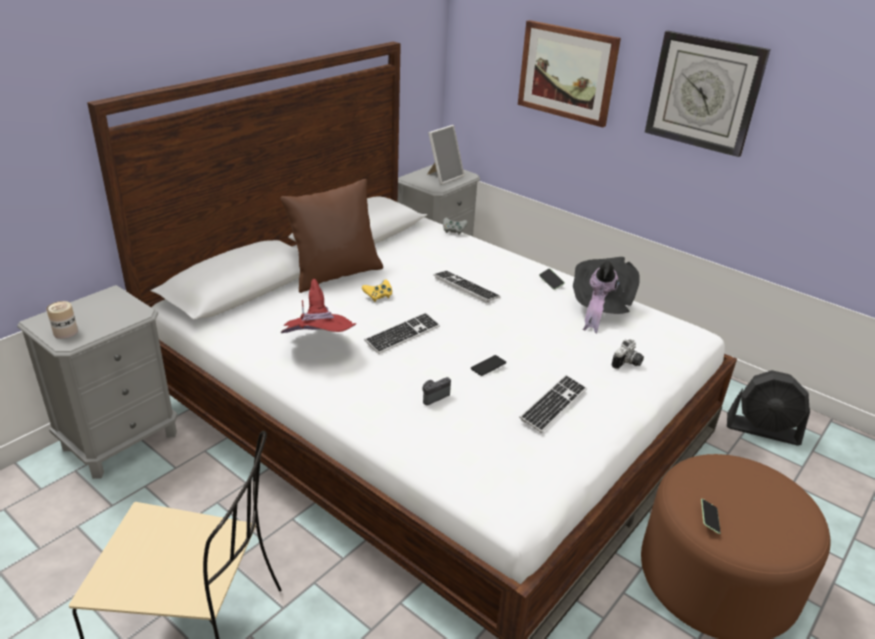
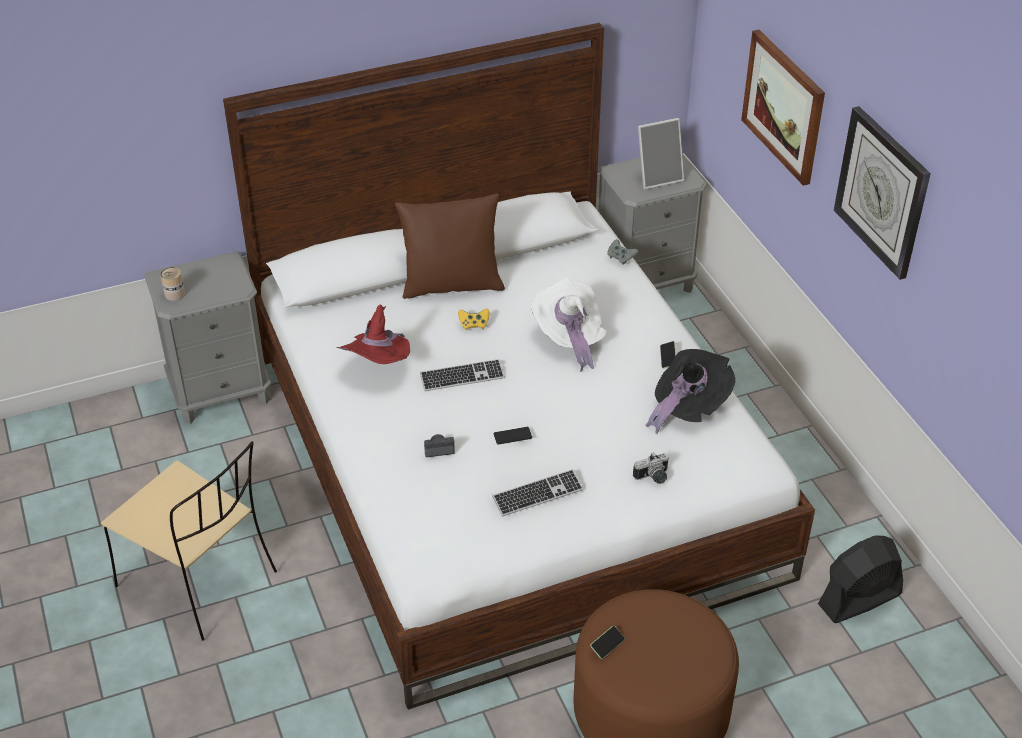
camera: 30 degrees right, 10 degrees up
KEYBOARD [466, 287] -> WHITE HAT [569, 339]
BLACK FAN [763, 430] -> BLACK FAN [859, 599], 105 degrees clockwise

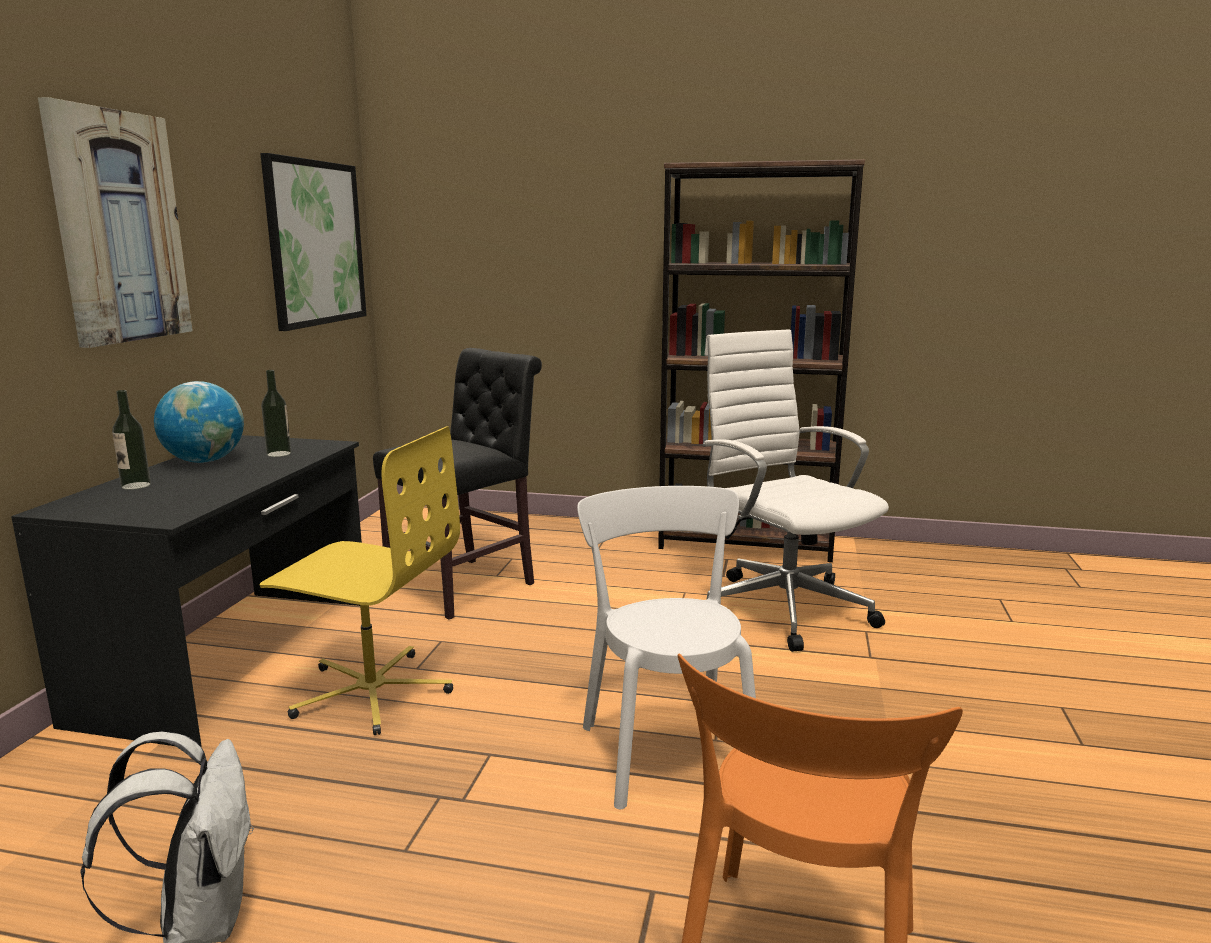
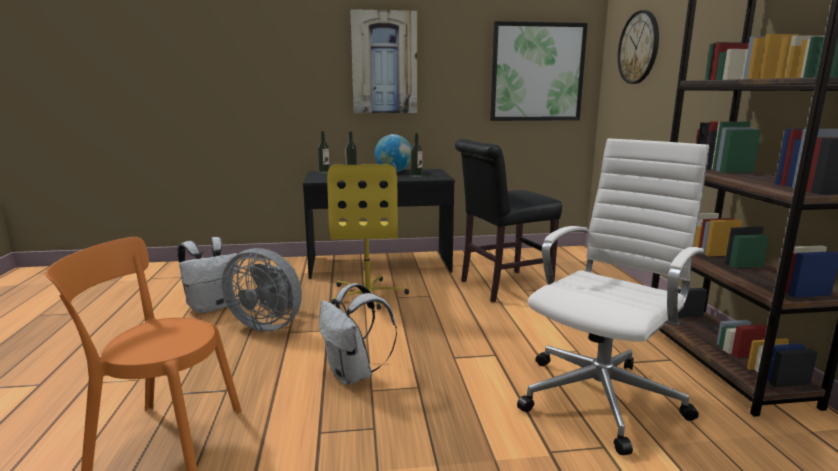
camera: 70 degrees right, 0 degrees up
BLACK CHAIR [468, 585] -> BLACK CHAIR [501, 287], 135 degrees clockwise
WHITE CHAIR [666, 748] -> WHITE BACKPACK [353, 375]
none -> WALL CLOCK [638, 47]
none -> BOTTLE [324, 172]
none -> GREY FAN [268, 324]

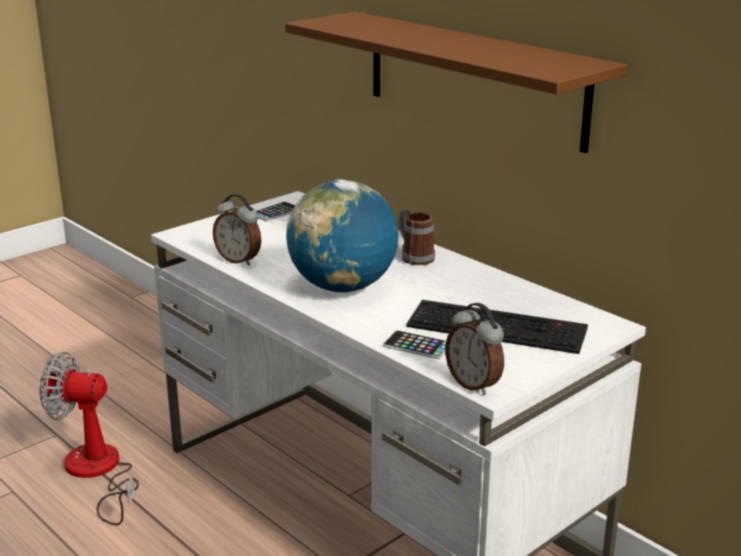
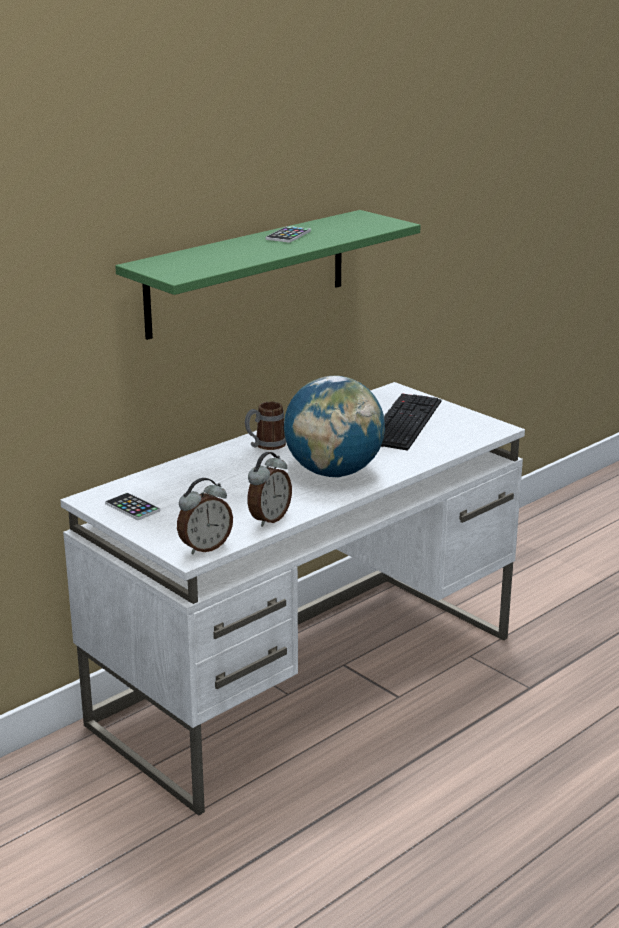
camera: 90 degrees left, 0 degrees up
BROWN SHELF [473, 78] -> GREEN SHELF [247, 273]
ALARM CLOCK [474, 384] -> ALARM CLOCK [205, 547], move
PHONE [417, 346] -> PHONE [288, 235], move
FAN [98, 473] -> none

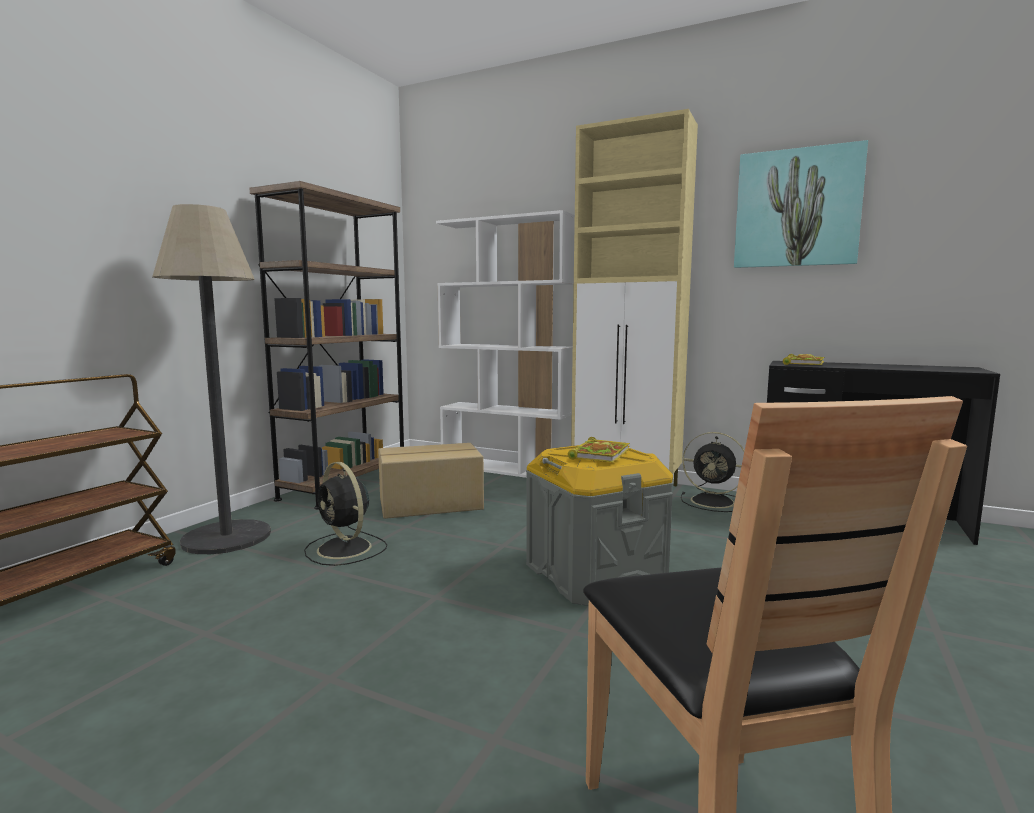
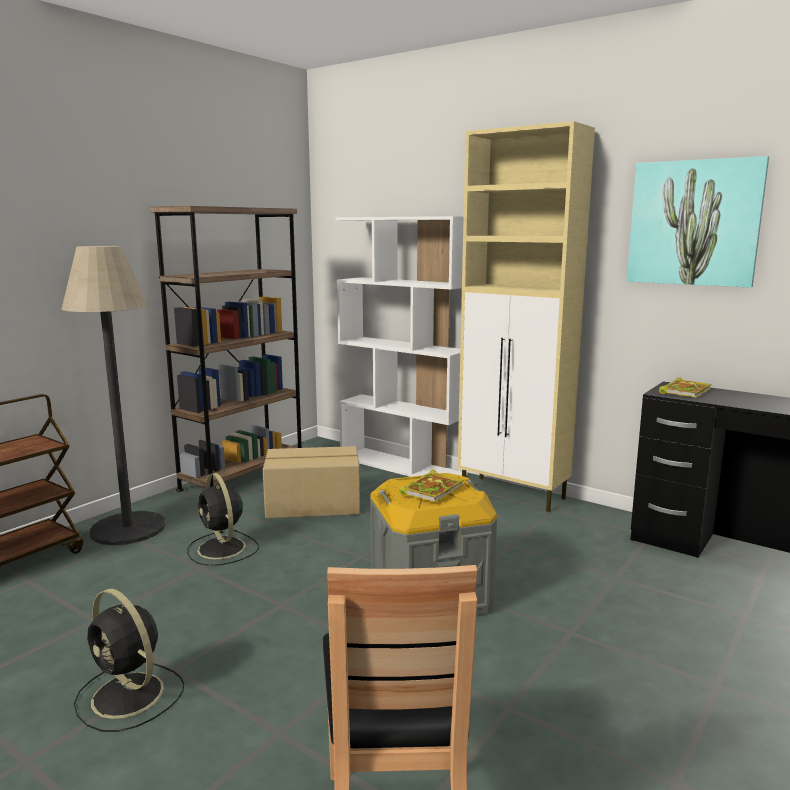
camera: 10 degrees right, 5 degrees up
BLACK FAN [714, 502] -> BLACK FAN [130, 696], move

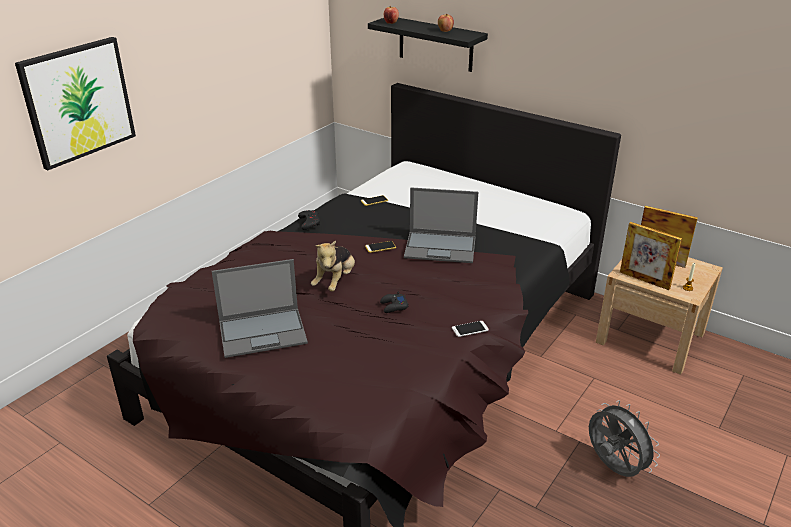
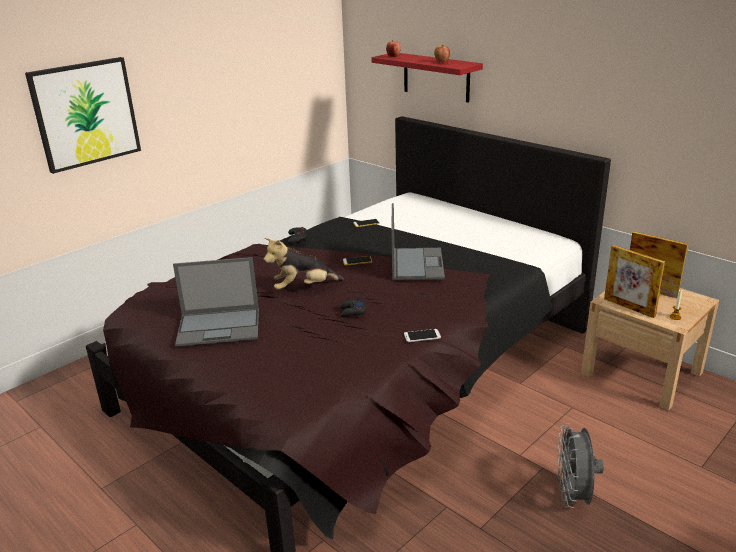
camera: 10 degrees right, 5 degrees down
BLACK SHELF [435, 44] -> RED SHELF [436, 77]
LAPTOP [441, 247] -> LAPTOP [416, 263], 105 degrees counterclockwise
PLUSH TOY [335, 281] -> PLUSH TOY [303, 288], 45 degrees clockwise
GREY FAN [613, 468] -> GREY FAN [573, 497], 150 degrees counterclockwise

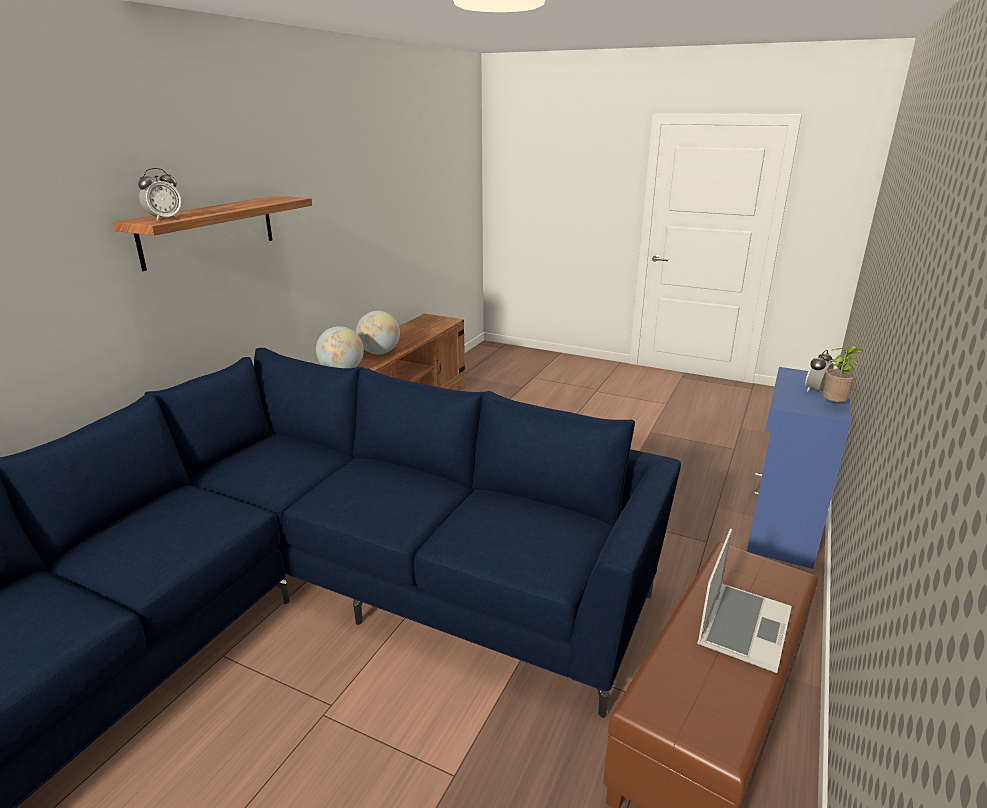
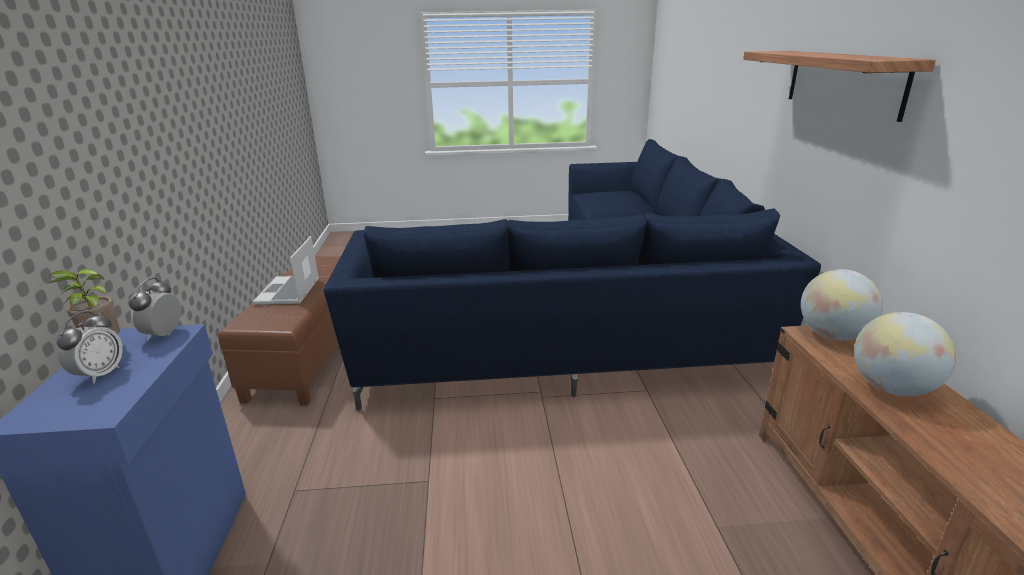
camera: 150 degrees right, 0 degrees up
ALARM CLOCK [164, 219] -> ALARM CLOCK [163, 334], move

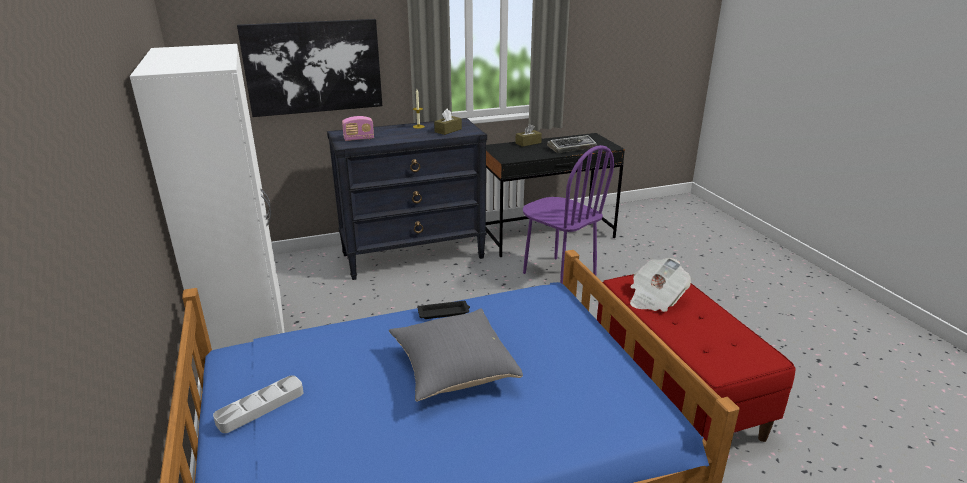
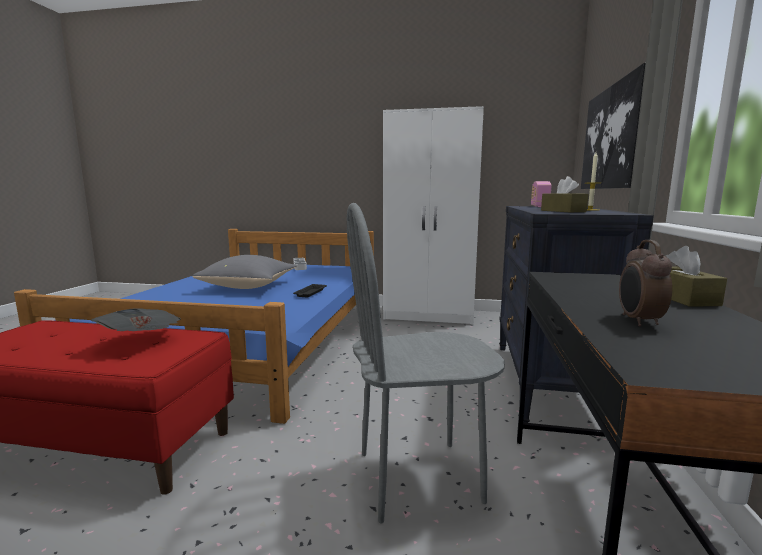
camera: 120 degrees right, 15 degrees down
KEYBOARD [572, 148] -> ALARM CLOCK [638, 321]
PURPLE CHAIR [558, 275] -> GREY CHAIR [419, 477]

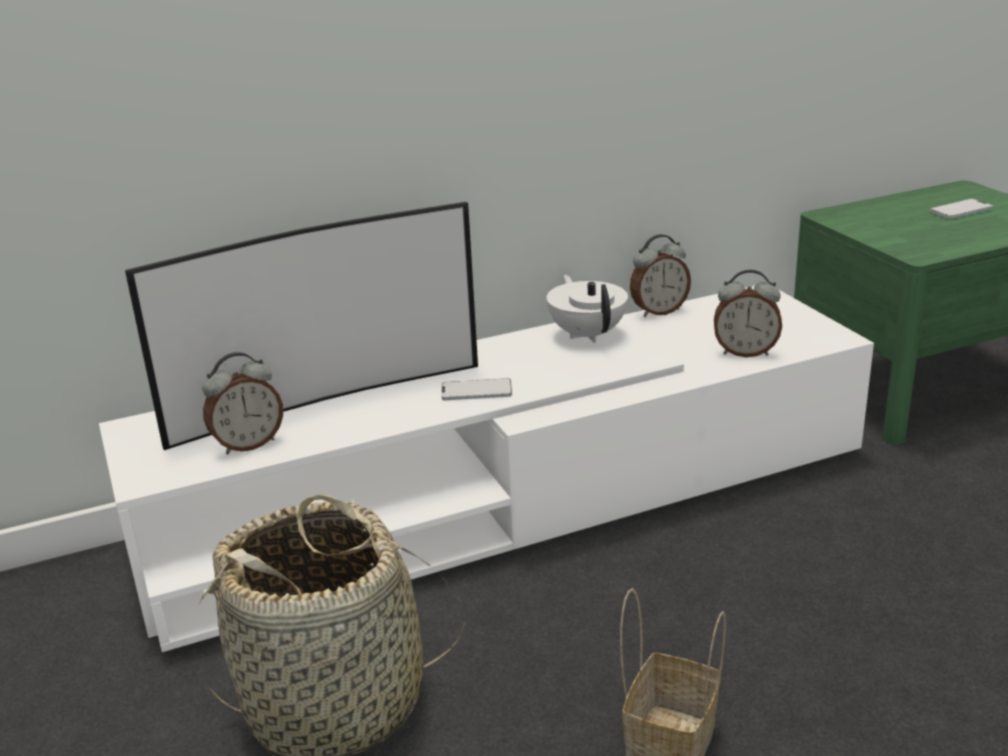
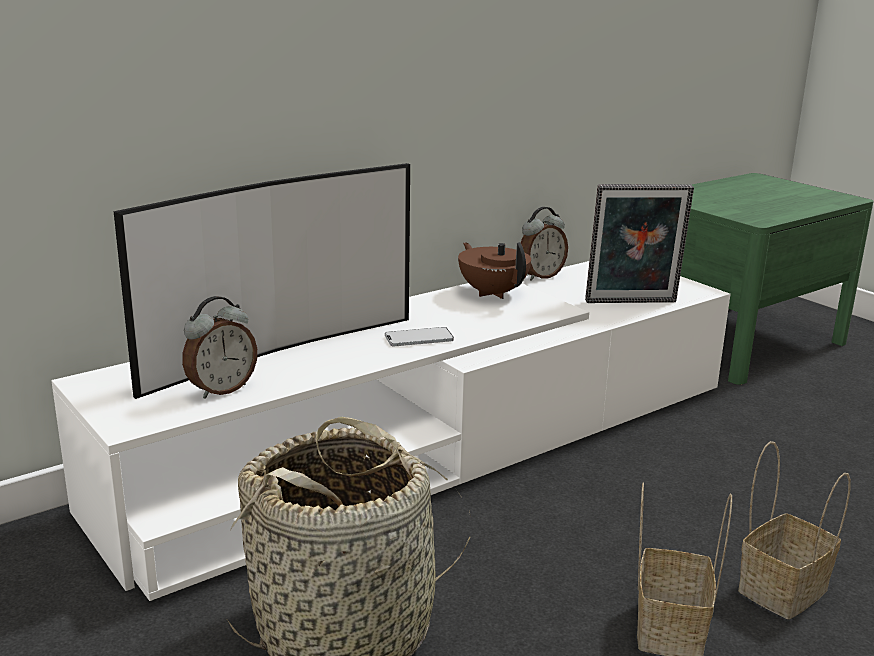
camera: 15 degrees left, 5 degrees down
PHONE [960, 210] -> none
ALARM CLOCK [745, 352] -> PICTURE FRAME [632, 303]
WHITE TEAPOT [587, 334] -> BROWN TEAPOT [493, 293]
none -> BASKET [782, 588]

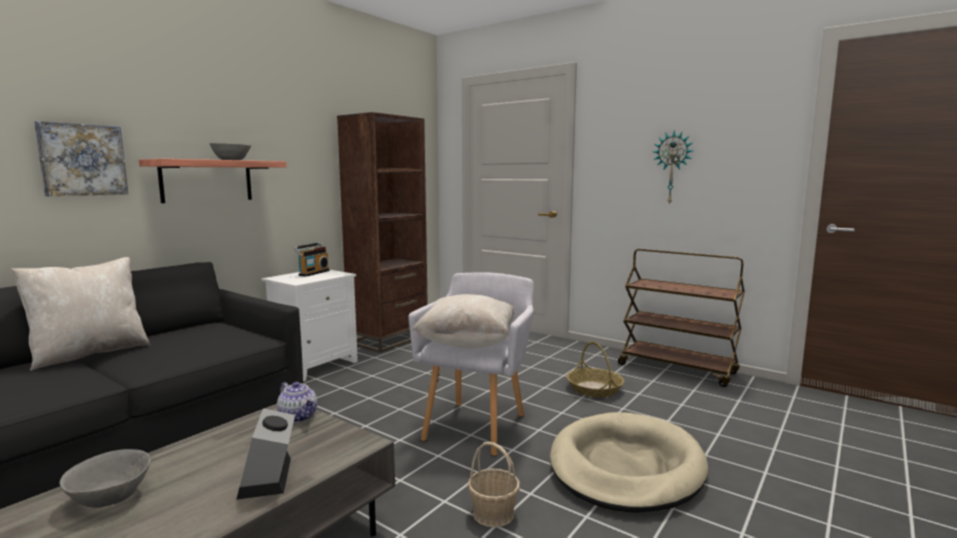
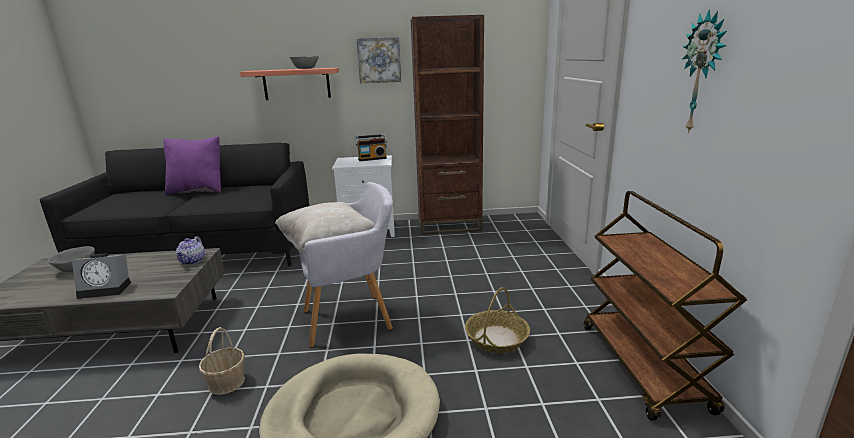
camera: 50 degrees right, 10 degrees up
PICTURE [82, 160] -> PICTURE [379, 60], move
BEIGE PILLOW [90, 353] -> PURPLE PILLOW [198, 190]
ALARM CLOCK [269, 478] -> ALARM CLOCK [107, 289], 135 degrees counterclockwise

